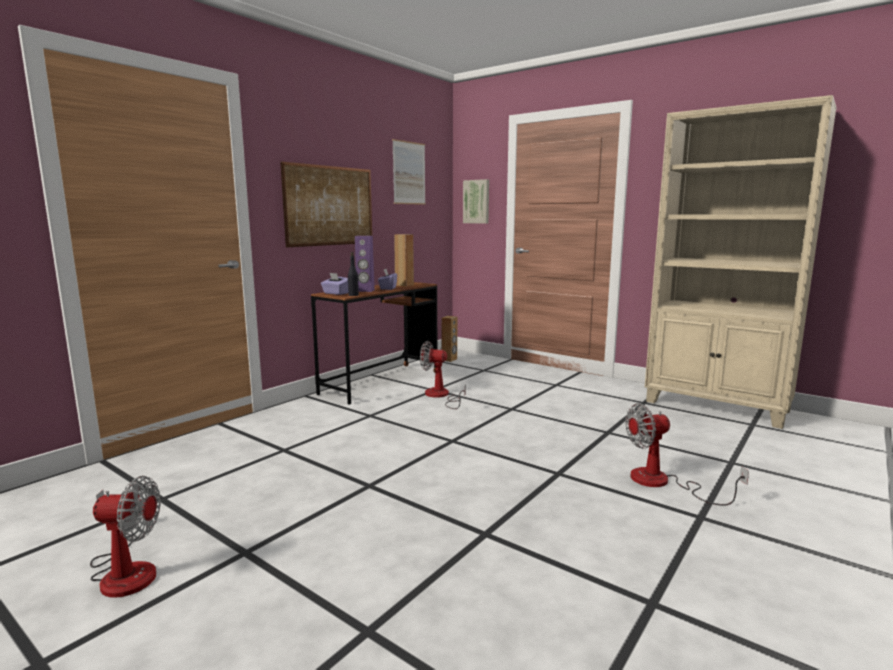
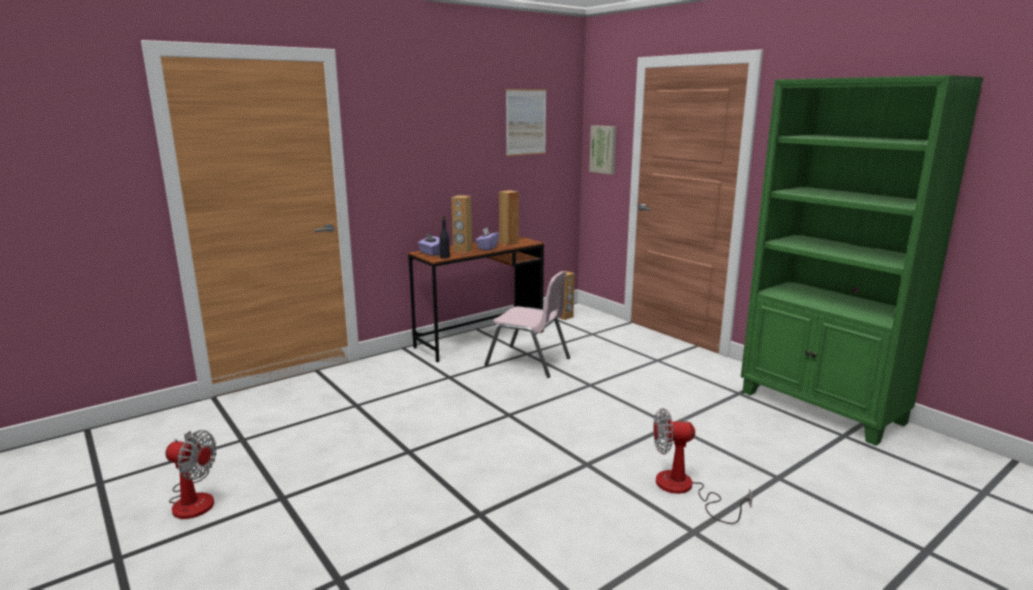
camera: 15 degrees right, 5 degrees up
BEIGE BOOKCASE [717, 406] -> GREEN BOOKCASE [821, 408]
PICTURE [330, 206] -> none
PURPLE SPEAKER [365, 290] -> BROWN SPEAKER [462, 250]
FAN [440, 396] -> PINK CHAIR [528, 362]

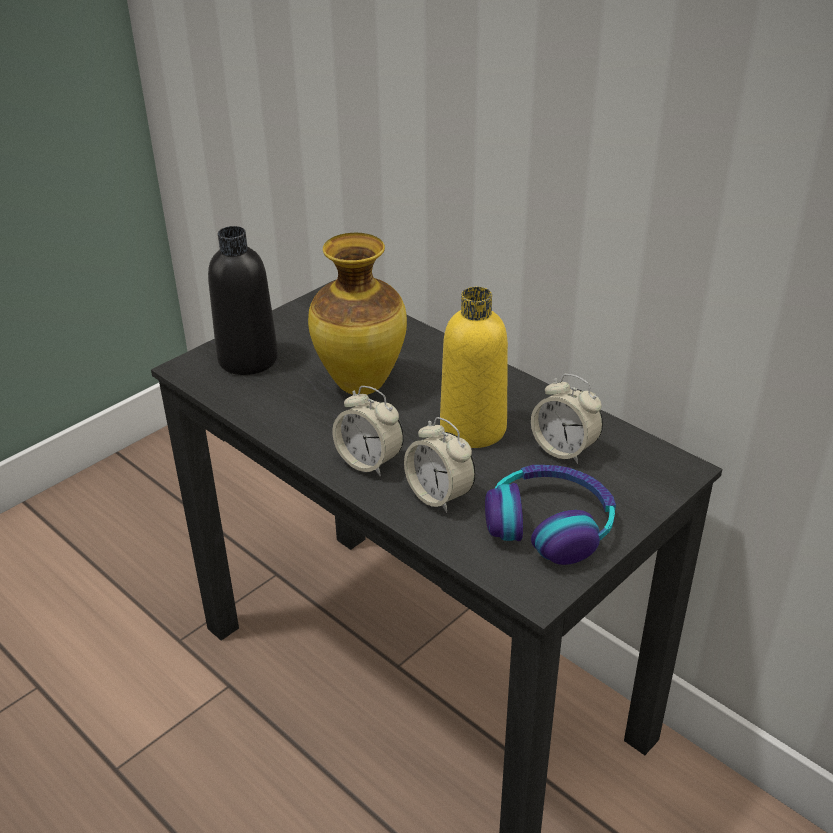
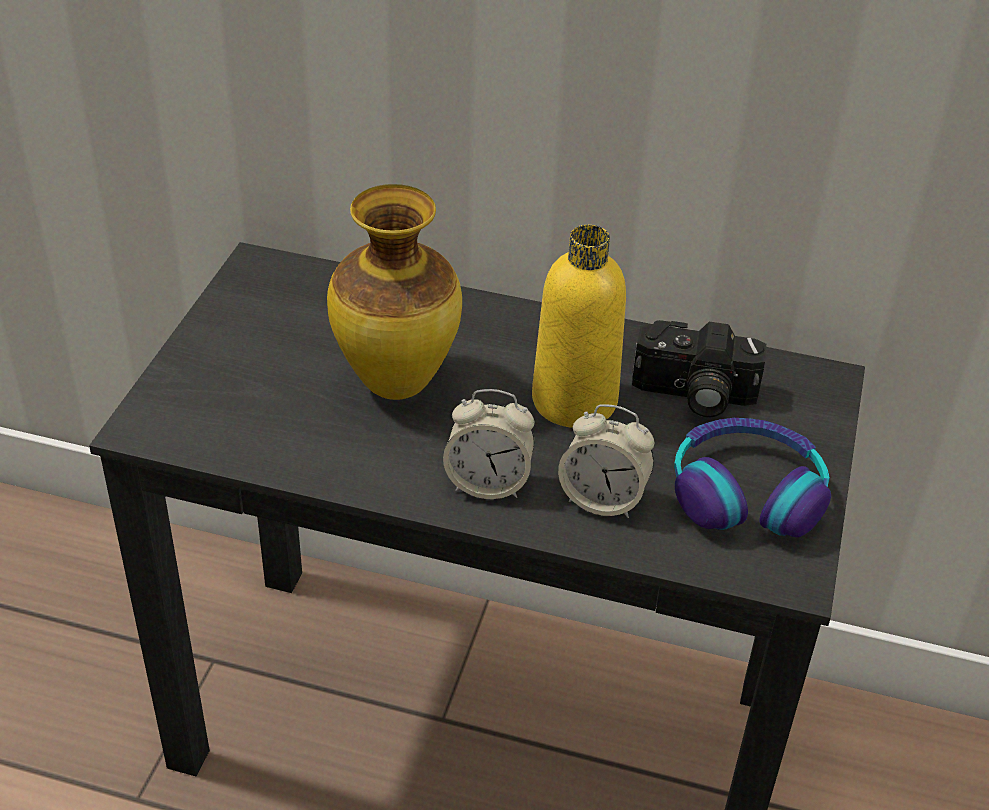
camera: 30 degrees left, 5 degrees up
BLACK BOTTLE [248, 359] -> none
ALARM CLOCK [564, 449] -> PHOTO CAMERA [693, 395]

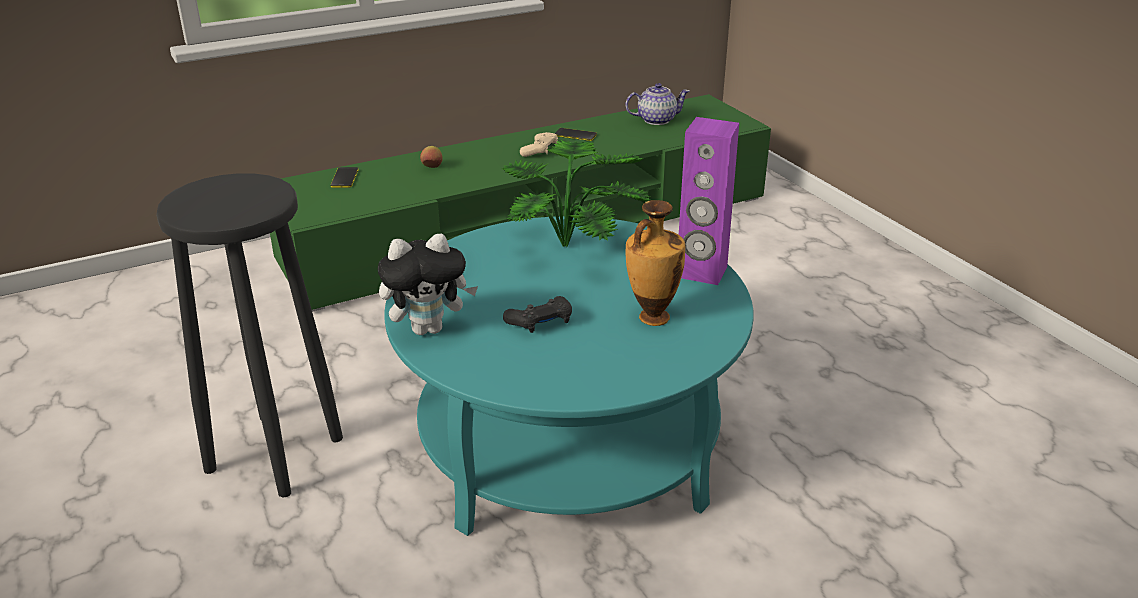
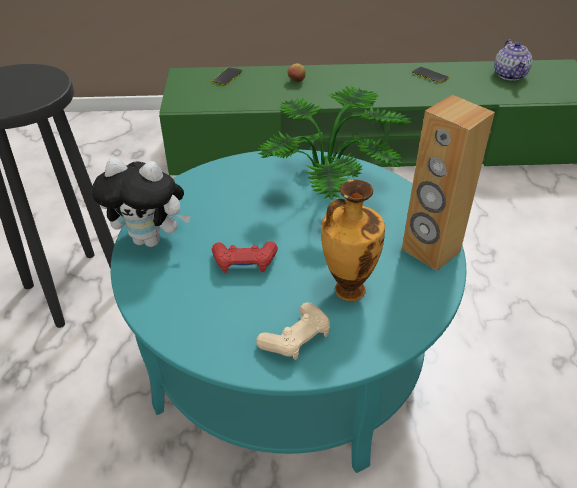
camera: 25 degrees right, 10 degrees up
TEAPOT [656, 120] -> TEAPOT [510, 75], 75 degrees clockwise
PURPLE SPEAKER [701, 272] -> BROWN SPEAKER [430, 251]
BEIGE GAME CONTROLLER [540, 151] -> BEIGE GAME CONTROLLER [296, 339], move
BLACK GAME CONTROLLER [540, 322] -> RED GAME CONTROLLER [244, 262]

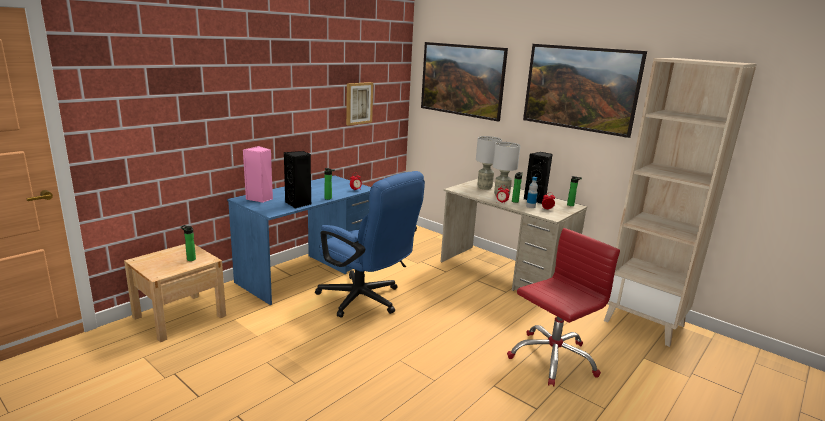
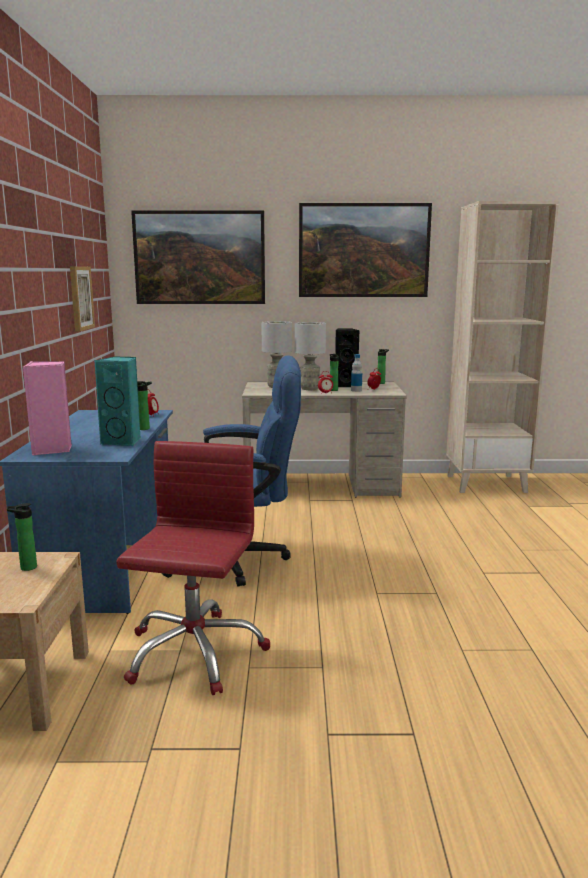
camera: 40 degrees left, 5 degrees down
BLACK SPEAKER [298, 204] -> TURQUOISE SPEAKER [123, 441]
RED OFFICE CHAIR [552, 358] -> RED OFFICE CHAIR [194, 652], move

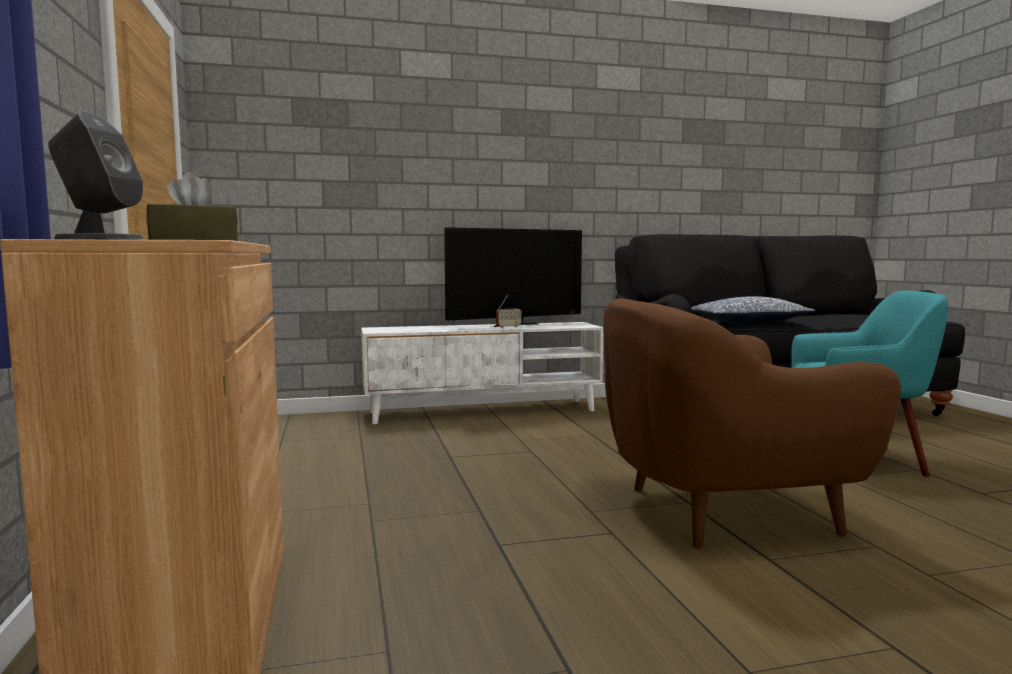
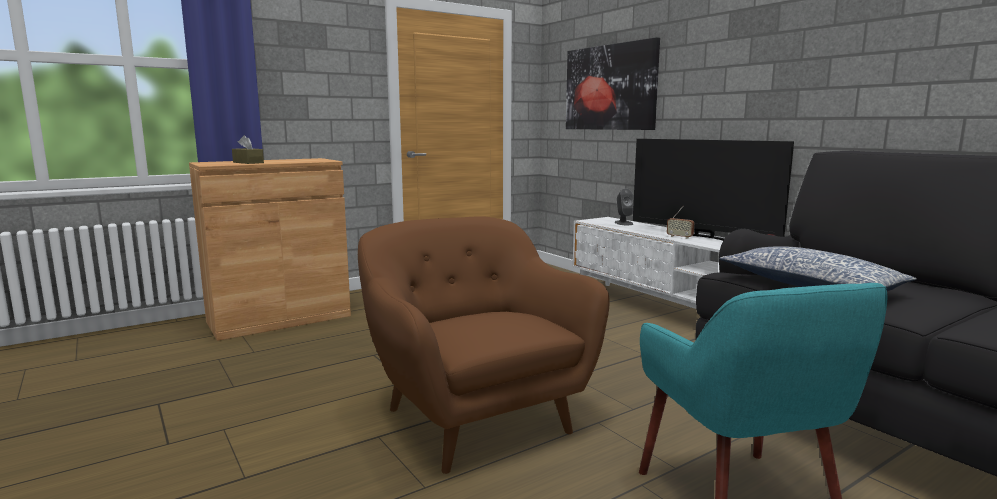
camera: 70 degrees right, 5 degrees up
GREY SPEAKER [98, 239] -> GREY SPEAKER [623, 223], move
none -> PICTURE [610, 87]

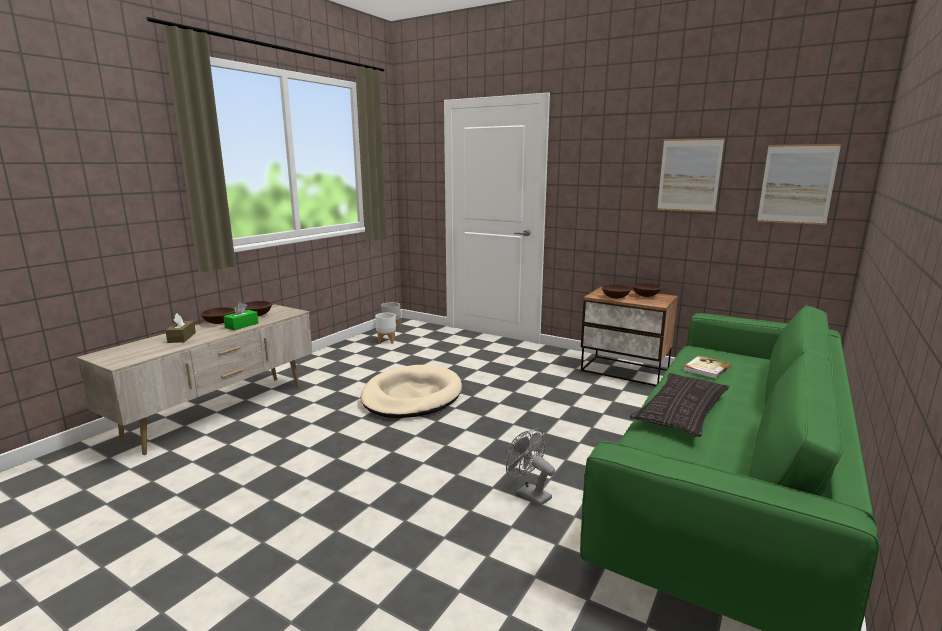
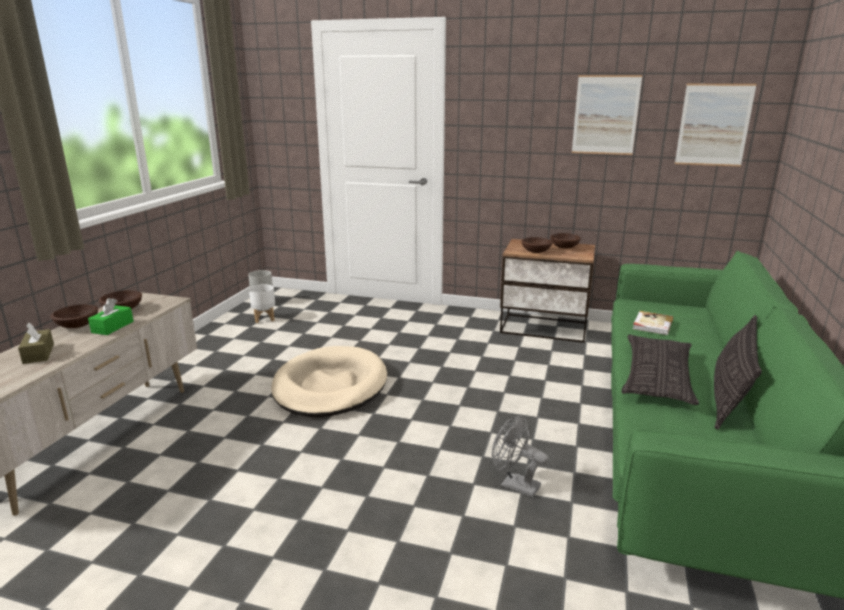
camera: 15 degrees left, 5 degrees up
none -> PILLOW [729, 397]

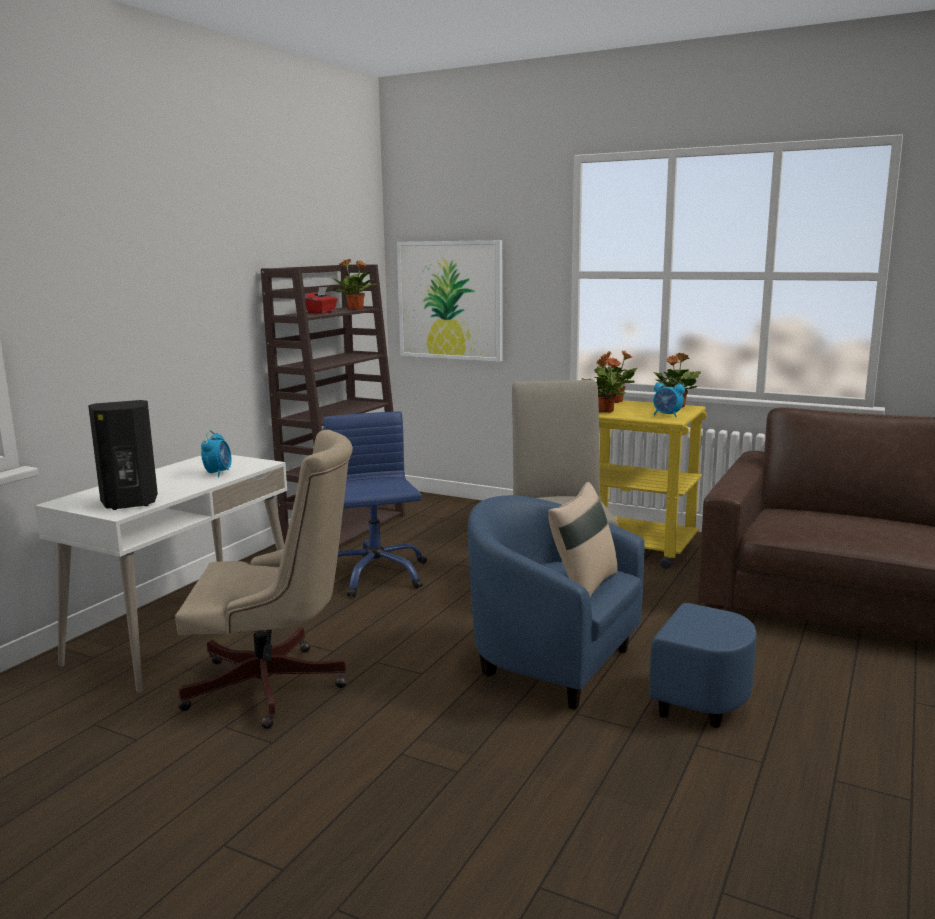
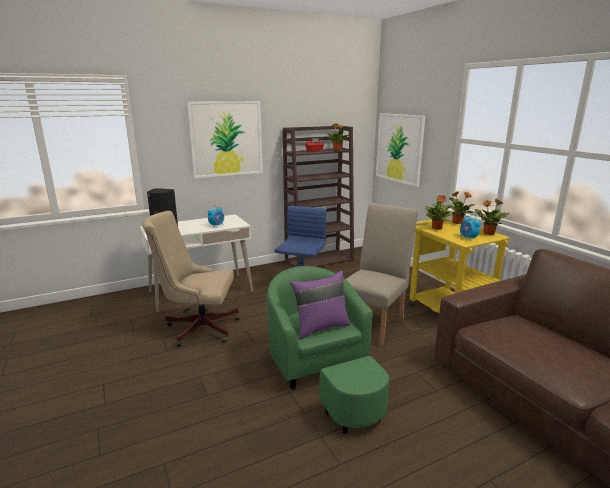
camera: 35 degrees right, 5 degrees up
BEIGE OFFICE CHAIR [276, 687] -> BEIGE OFFICE CHAIR [198, 327], 150 degrees clockwise
BEIGE PILLOW [583, 586] -> PURPLE PILLOW [320, 327]
BLUE ARMCHAIR [585, 673] -> GREEN ARMCHAIR [322, 374]
none -> PICTURE [226, 139]

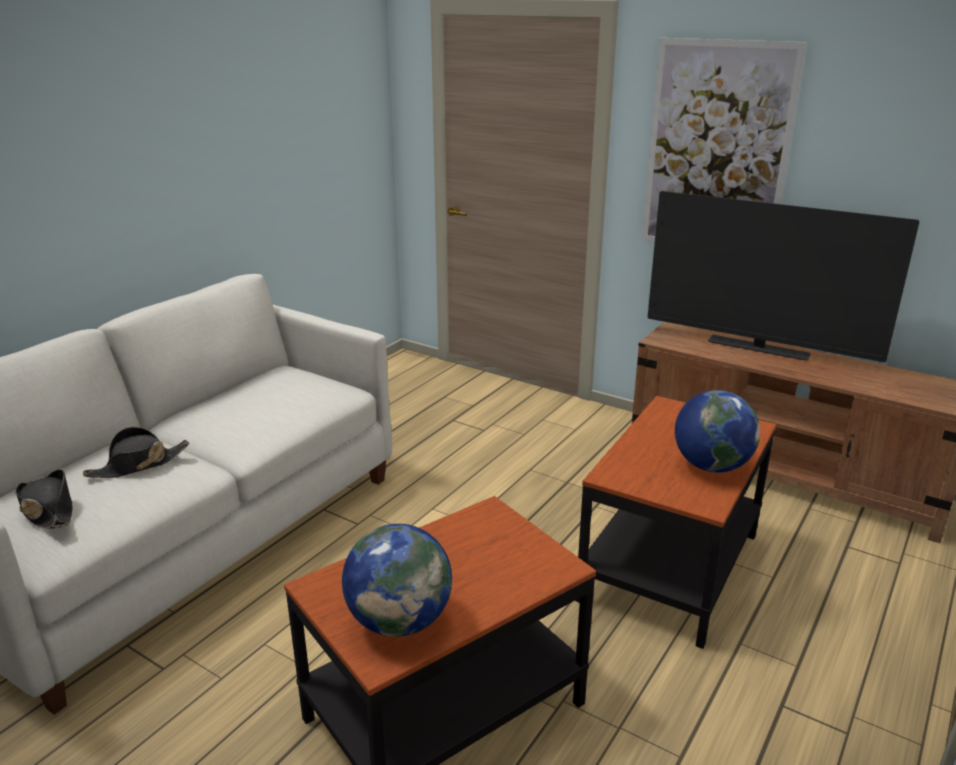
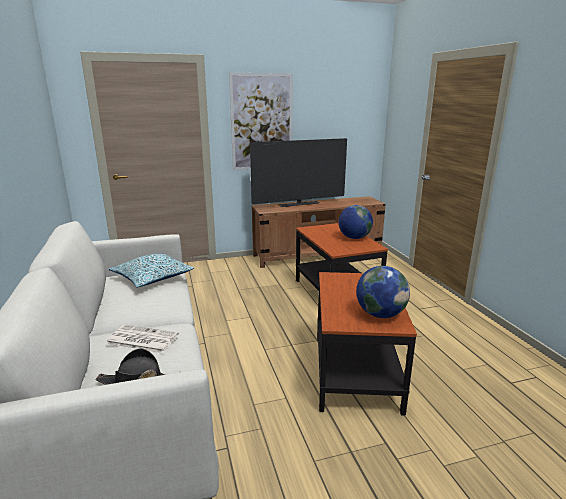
camera: 50 degrees left, 5 degrees down
BLACK HAT [138, 465] -> NEWSPAPER [141, 340]
none -> PILLOW [153, 278]

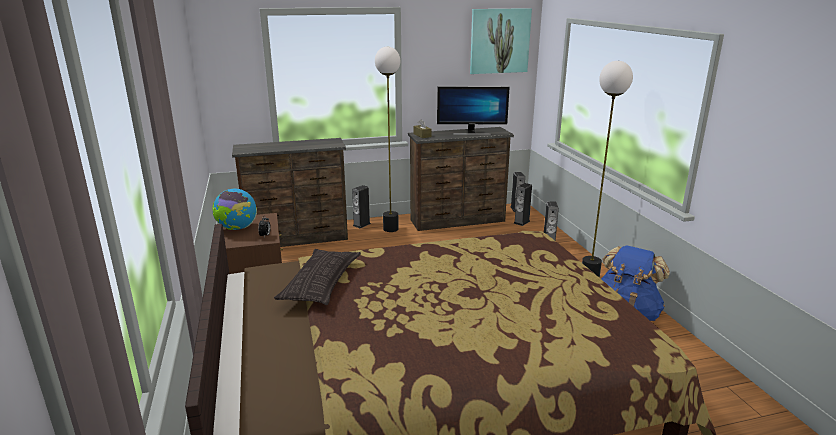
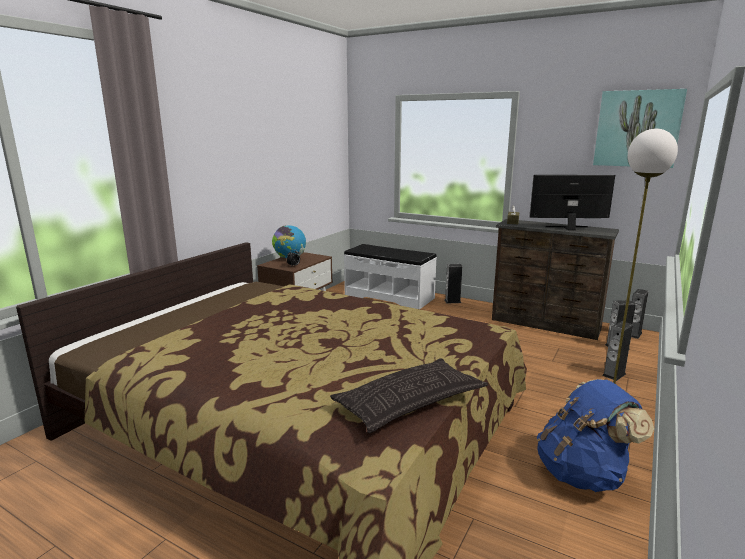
camera: 45 degrees right, 5 degrees down
FLOOR LAMP [391, 229] -> none
MONITOR [471, 133] -> MONITOR [568, 228], 135 degrees clockwise
BROWN DRESSER [298, 239] -> WHITE BENCH [389, 296]
PILLOW [321, 282] -> PILLOW [410, 402], move

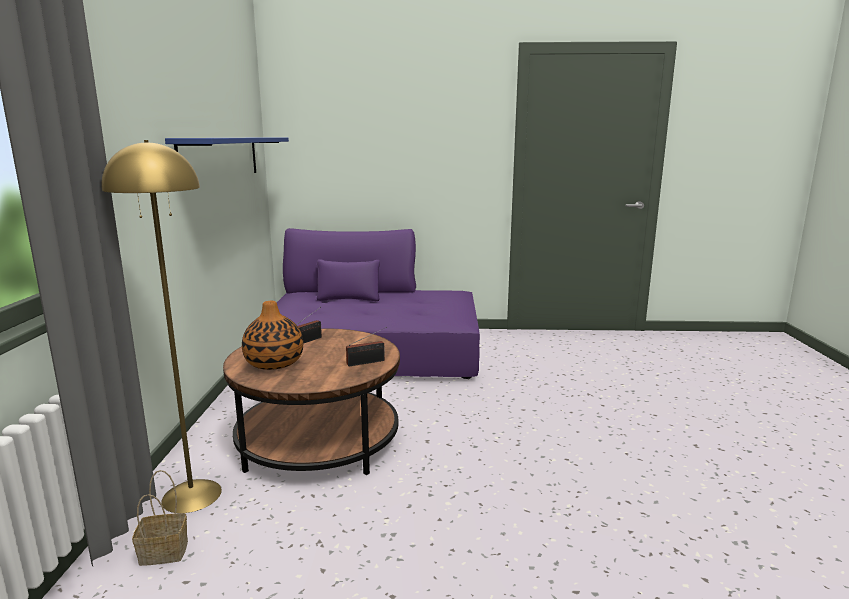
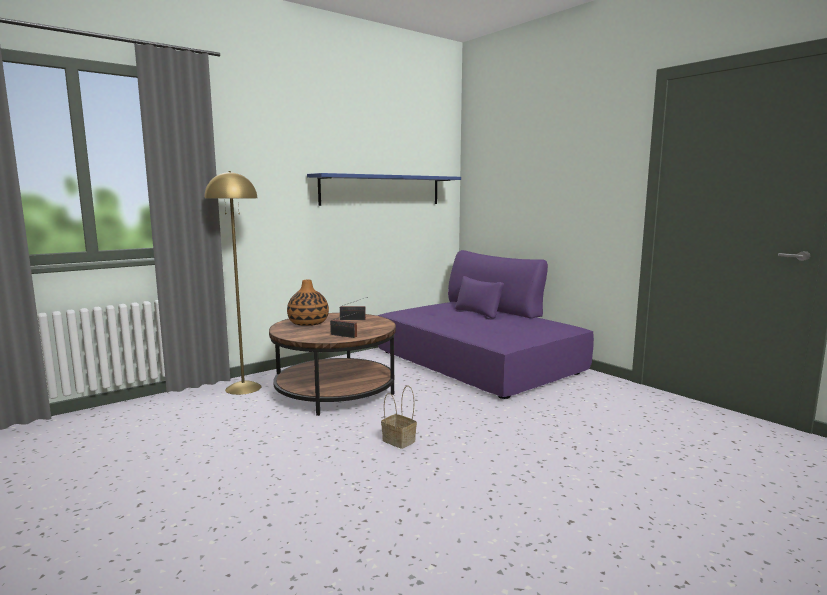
camera: 50 degrees right, 5 degrees down
BASKET [165, 551] -> BASKET [400, 441], move

